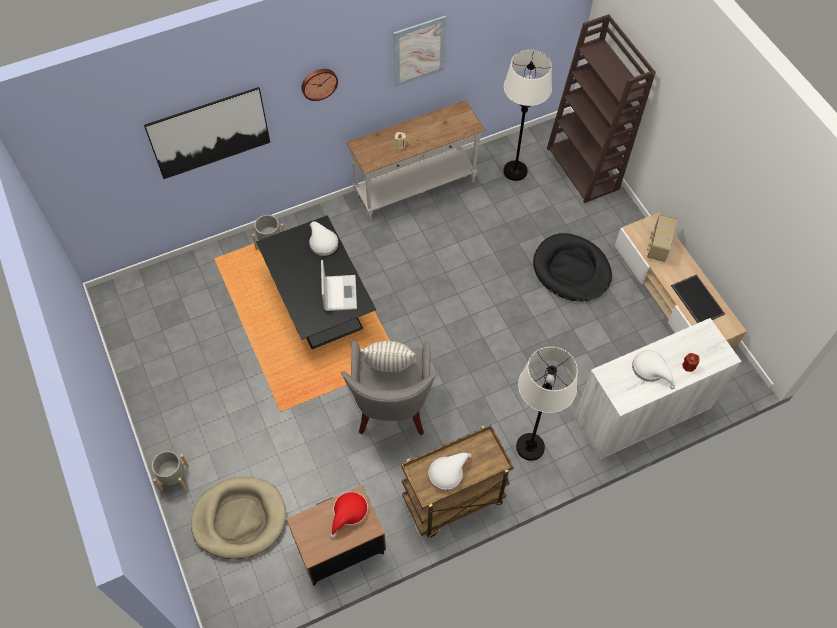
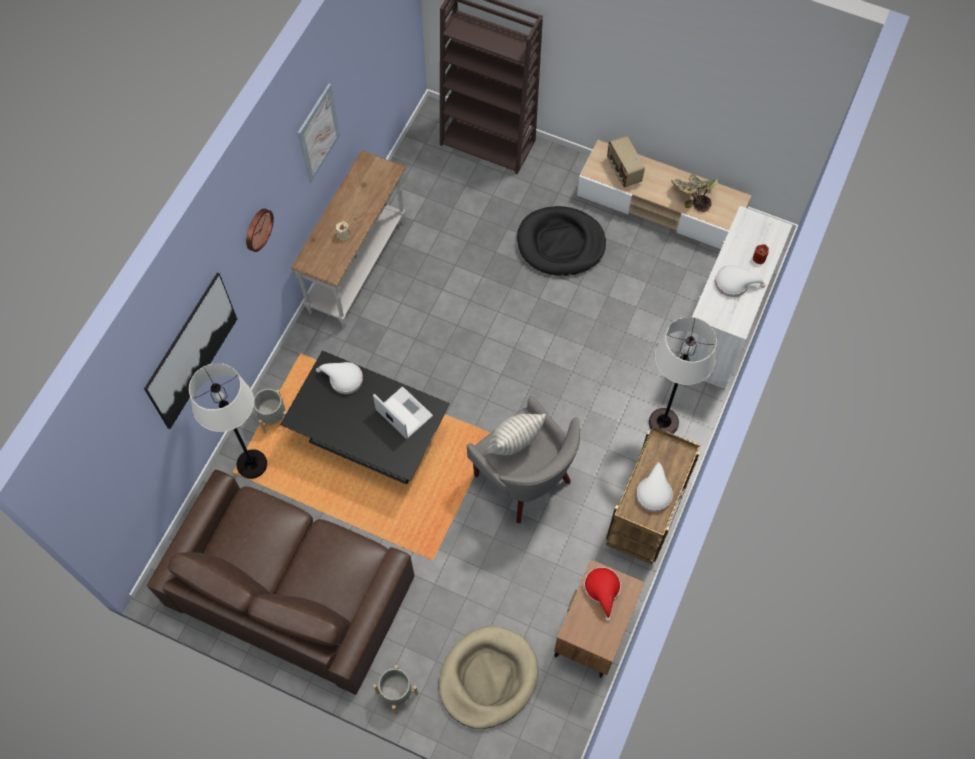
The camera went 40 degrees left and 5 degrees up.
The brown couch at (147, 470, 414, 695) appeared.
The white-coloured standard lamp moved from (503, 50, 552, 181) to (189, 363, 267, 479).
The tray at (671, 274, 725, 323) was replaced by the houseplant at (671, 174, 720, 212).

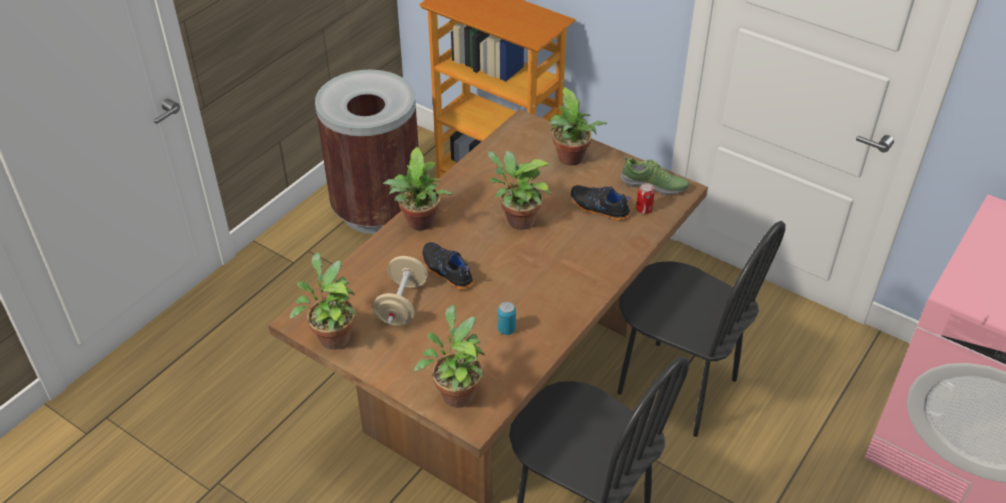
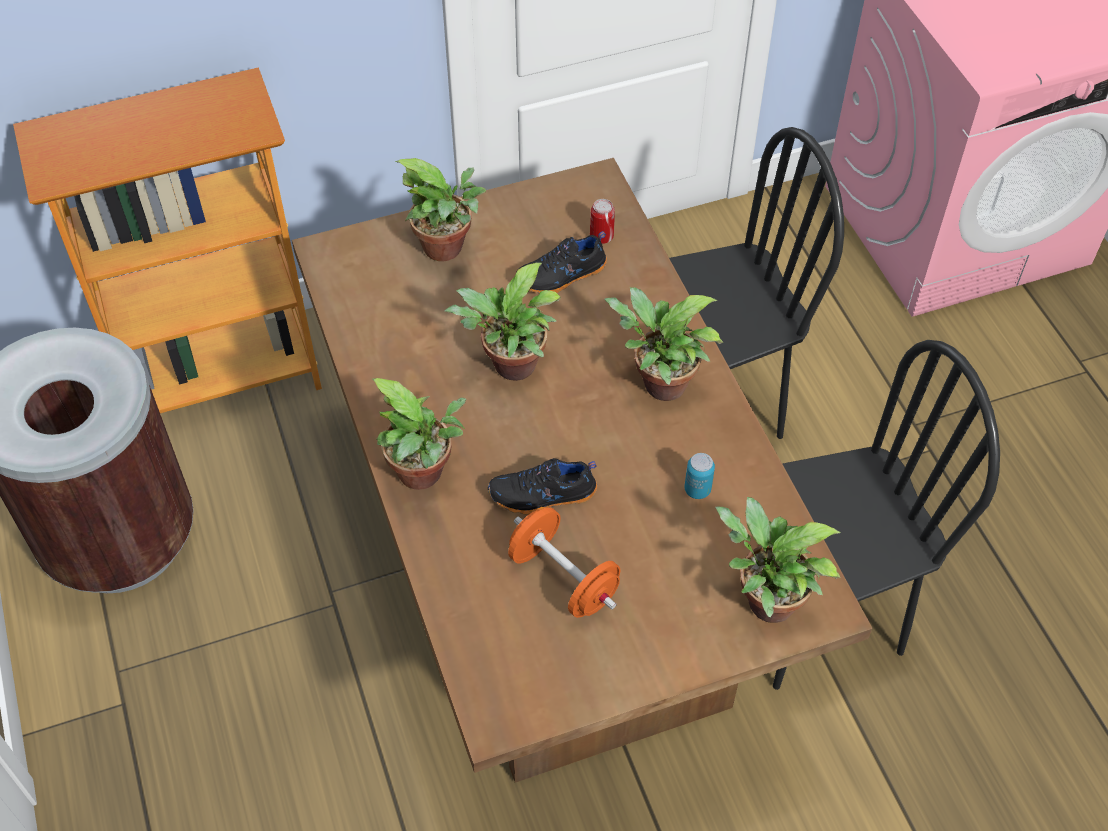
The camera went 55 degrees left and 10 degrees up.
The low shoe at (621, 157, 689, 195) disappeared.
The houseplant moved from (290, 253, 357, 350) to (604, 287, 723, 401).
The beige-coloured dumbbell at (373, 256, 428, 326) became the orange-coloured dumbbell at (508, 507, 620, 618).

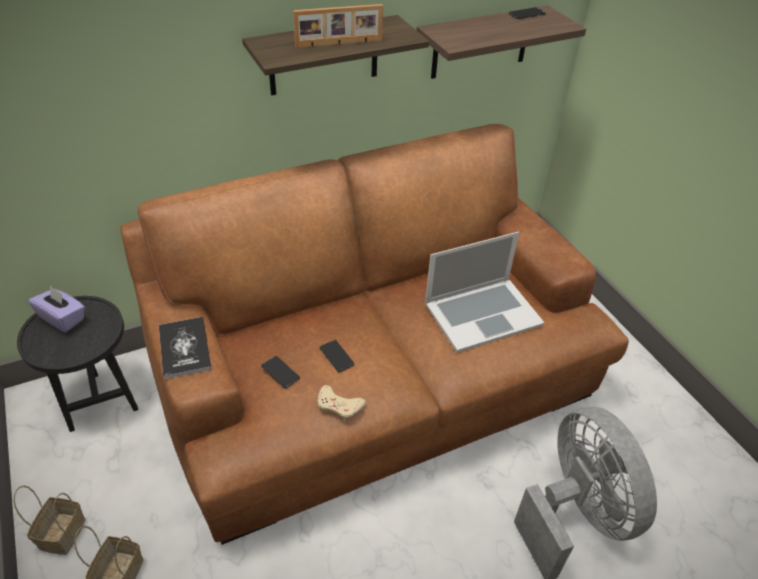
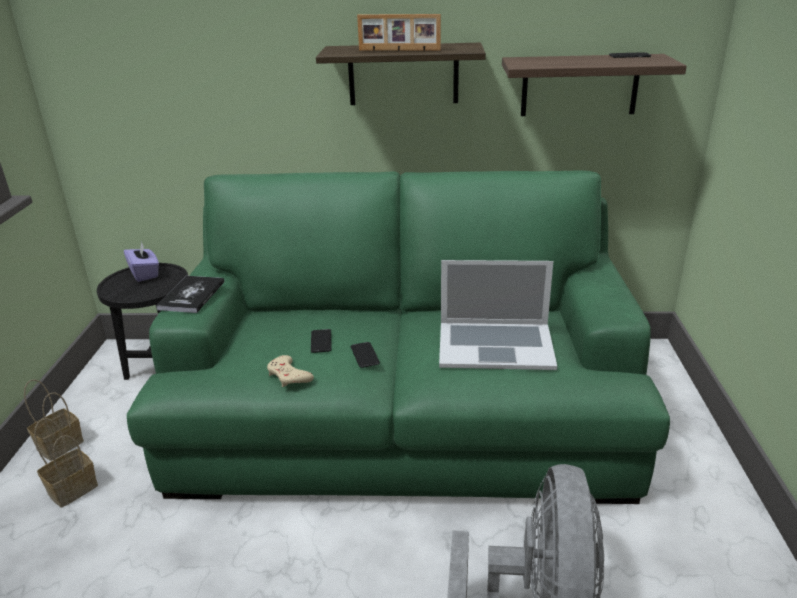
The camera went 30 degrees right and 15 degrees down.
The telephone moved from (261, 356, 300, 388) to (351, 342, 380, 368).
The brown couch at (120, 124, 629, 545) became the green couch at (127, 170, 670, 504).

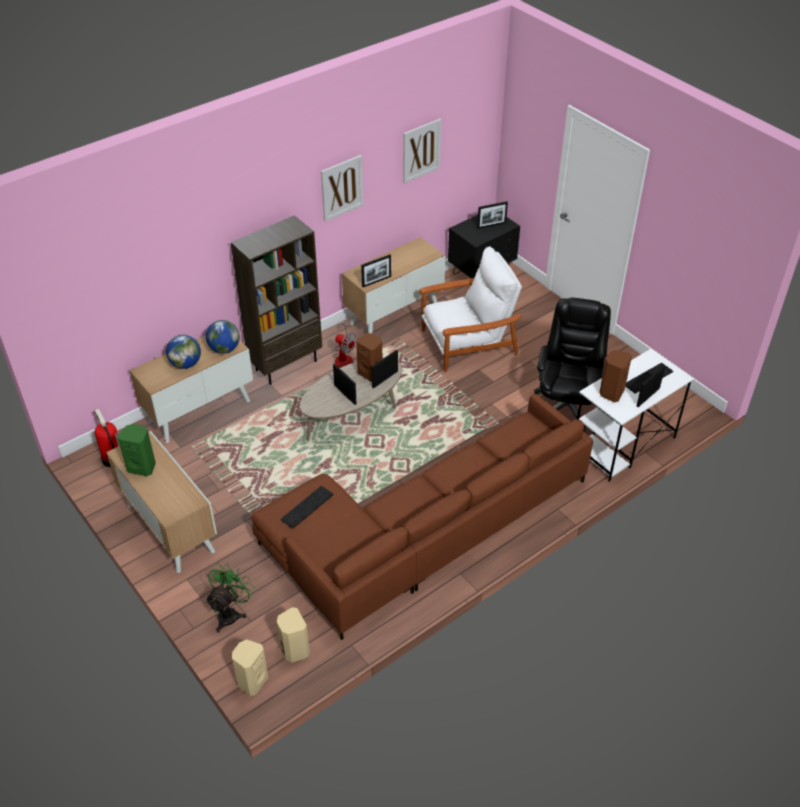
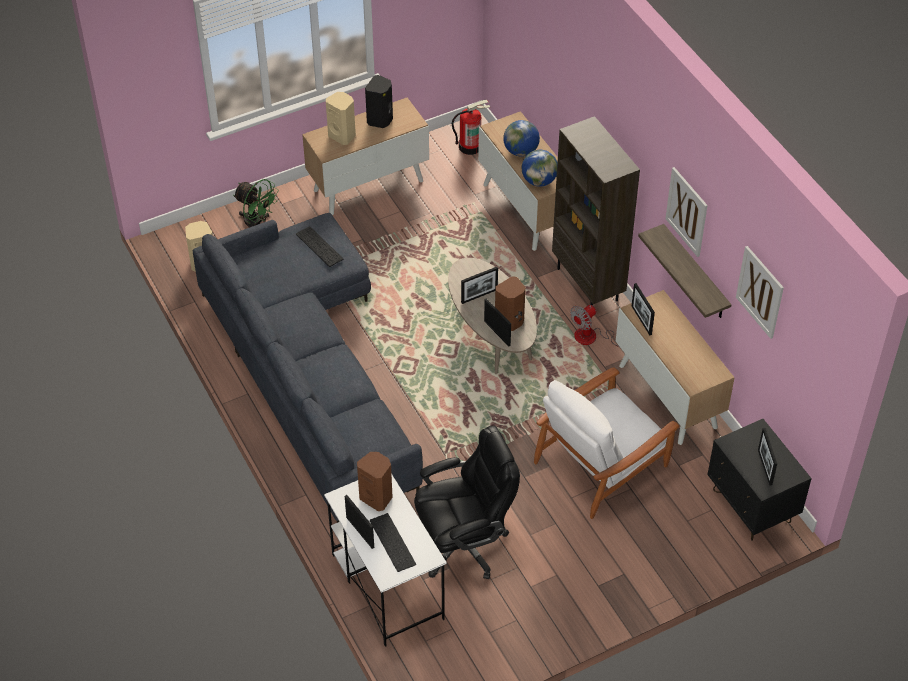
The camera went 100 degrees right and 5 degrees up.
The wall shelf at (638, 224, 732, 318) appeared.
The beige-coloured loudspeaker moved from (232, 640, 268, 696) to (326, 92, 356, 145).
The green loudspeaker at (117, 424, 156, 476) became the black-coloured loudspeaker at (365, 75, 393, 128).
The brown couch at (251, 394, 593, 640) became the grey couch at (193, 213, 423, 523).
The white-coloured armchair at (419, 246, 522, 372) turned 60 degrees clockwise.
The black-coloured desk chair at (534, 298, 611, 432) turned 45 degrees counterclockwise.

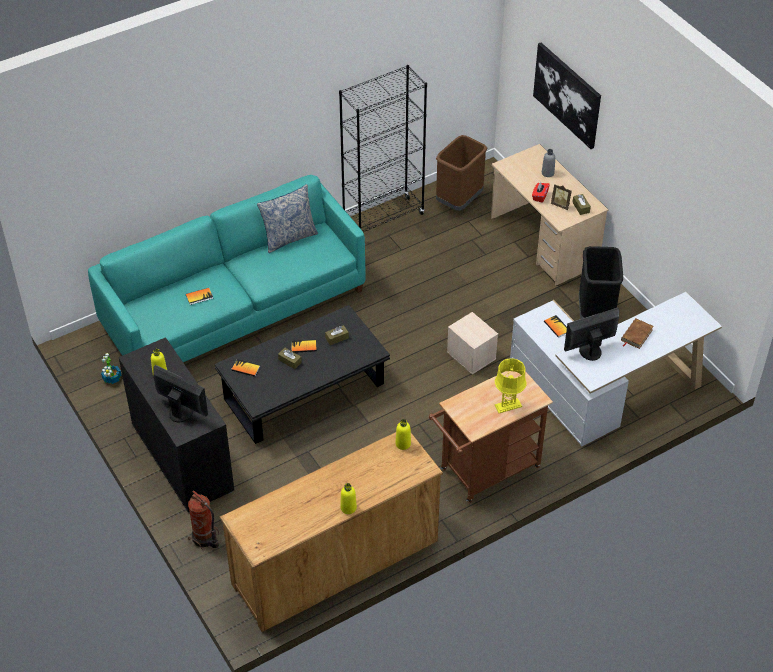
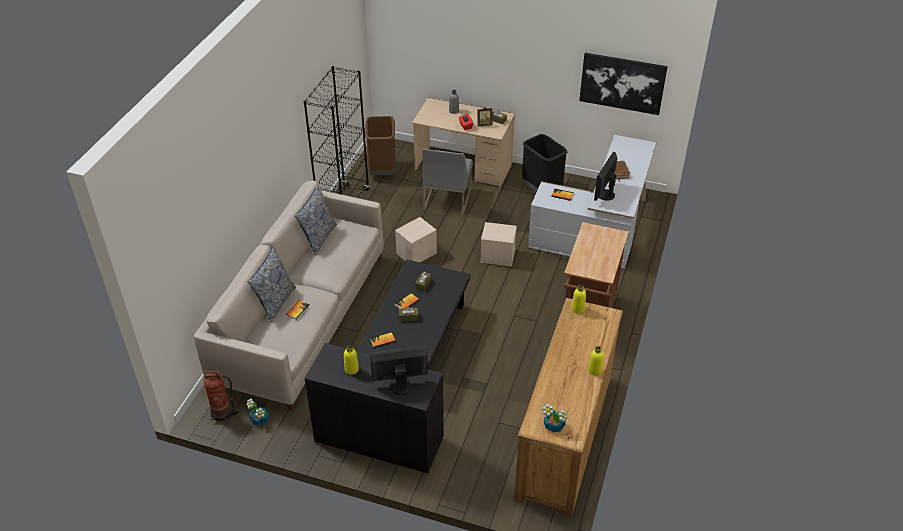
The camera went 40 degrees left and 5 degrees down.
The yellowish tabletop lamp at (495, 358, 527, 413) disappeared.
The cushion at (248, 247, 296, 322) appeared.
The beige-coloured storage box at (395, 217, 437, 263) appeared.
The grey chair at (423, 149, 473, 215) appeared.
The houseplant at (542, 404, 567, 433) appeared.
The fire extinguisher moved from (188, 491, 219, 549) to (204, 371, 238, 421).
The wall picture moved from (533, 43, 601, 149) to (579, 53, 668, 115).
The turquoise couch at (88, 175, 366, 362) became the beige-coloured couch at (194, 181, 384, 411).

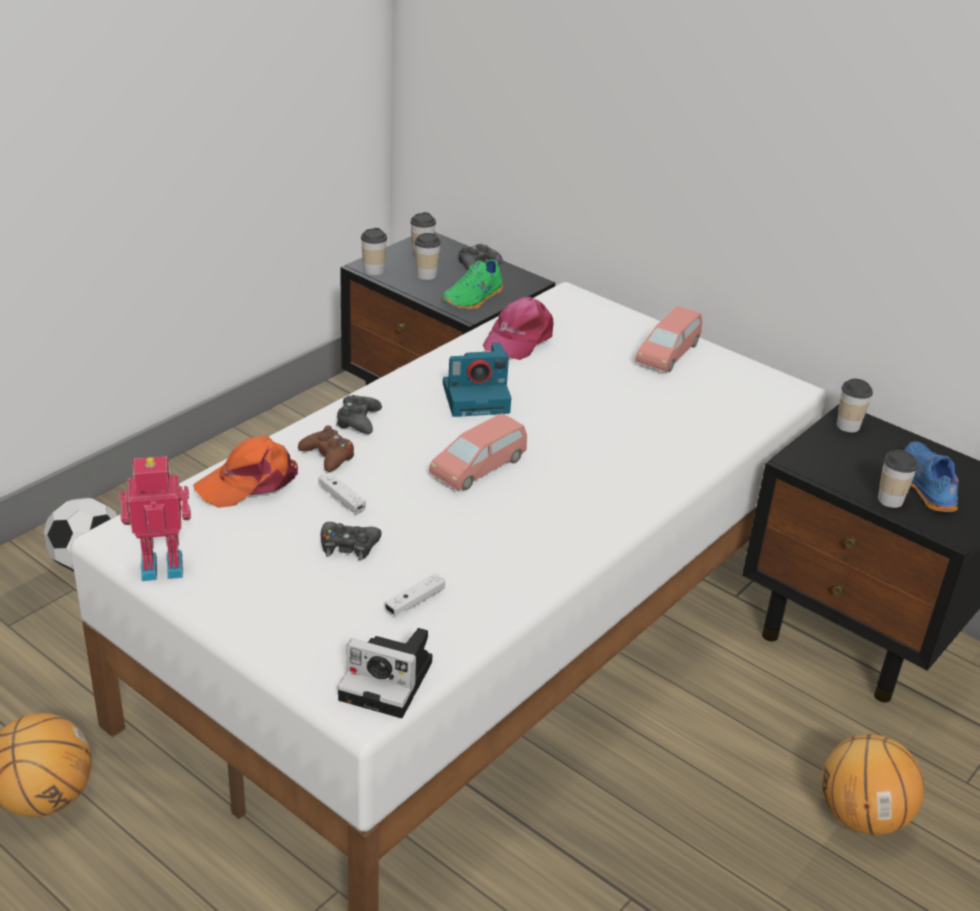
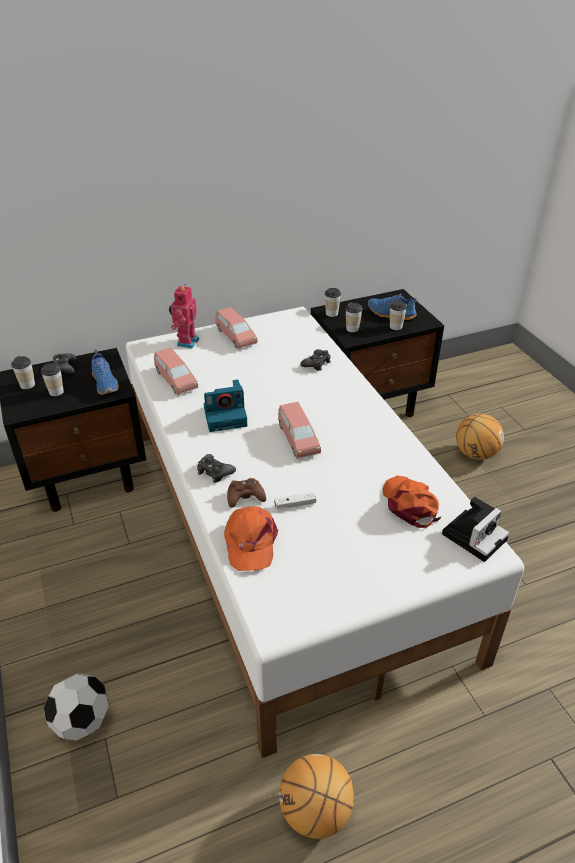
The camera went 60 degrees left and 5 degrees up.
The robot figure moved from (119, 456, 191, 581) to (169, 284, 199, 348).
The black-coloured joypad moved from (321, 522, 382, 560) to (300, 349, 331, 371).
The small cup moved from (361, 228, 387, 275) to (345, 302, 362, 333).
The white-coloured joypad at (385, 574, 445, 616) was replaced by the orange-coloured peaked cap at (382, 475, 442, 528).
The pink-coloured peaked cap at (483, 297, 553, 360) was replaced by the pink-coloured miniature car at (154, 347, 198, 395).
The green low shoe at (442, 255, 503, 310) became the blue low shoe at (91, 349, 119, 395).
The photo camera at (443, 343, 511, 417) turned 60 degrees clockwise.

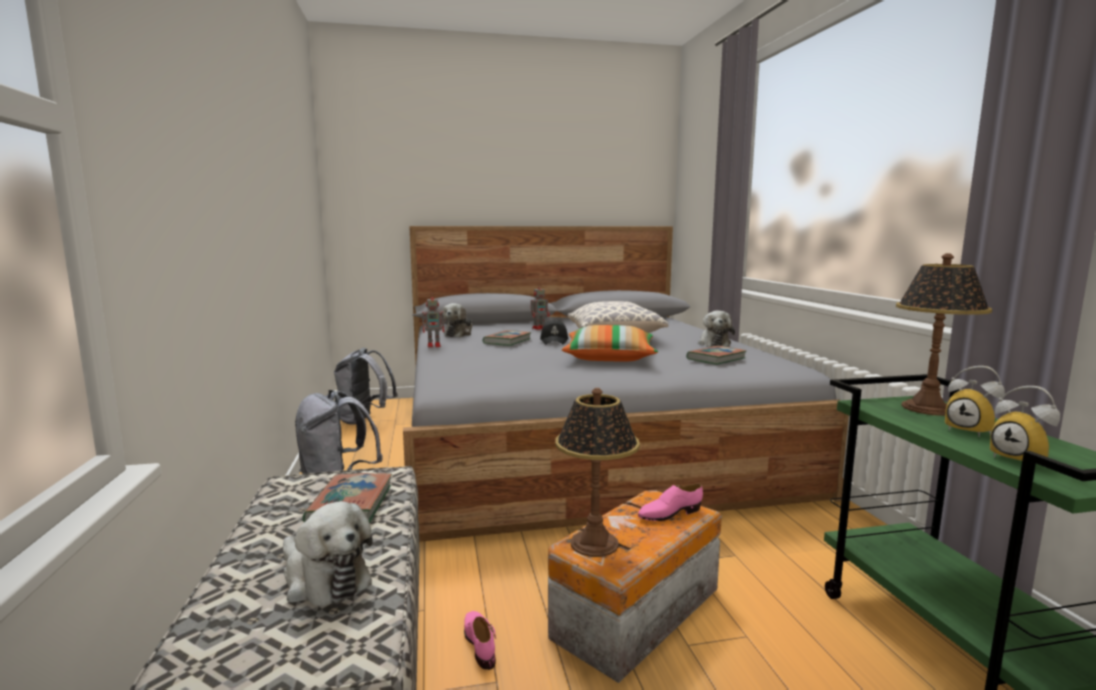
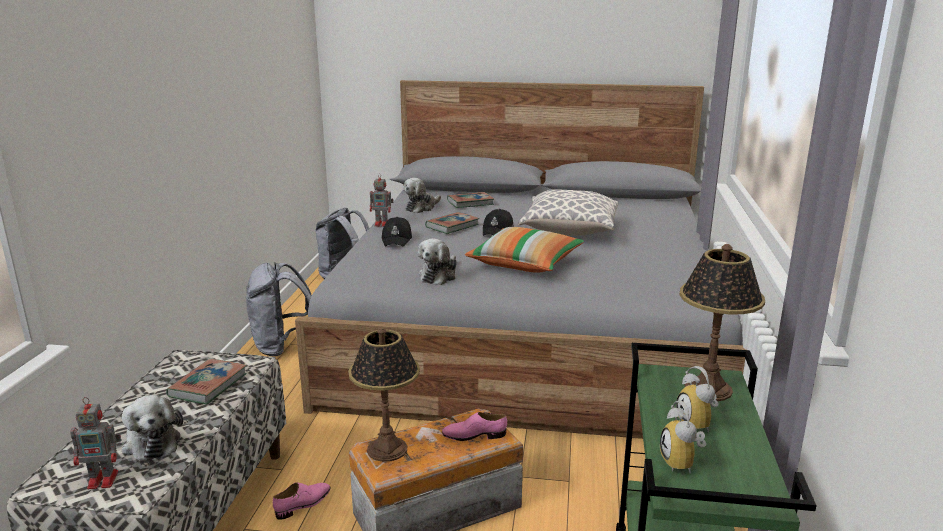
The camera went 20 degrees right and 10 degrees up.
The black-coloured peaked cap at (382, 217, 412, 247) appeared.
The robot figure moved from (531, 284, 550, 330) to (70, 397, 121, 489).
The bound book moved from (686, 346, 746, 365) to (447, 192, 494, 208).
The plush toy moved from (698, 311, 735, 347) to (418, 238, 457, 285).
The pink-coloured low shoe at (464, 611, 496, 670) turned 45 degrees clockwise.

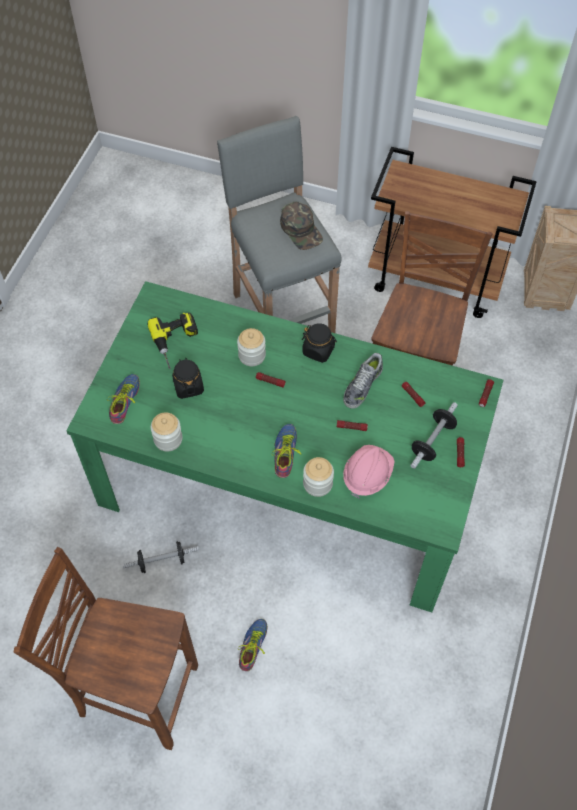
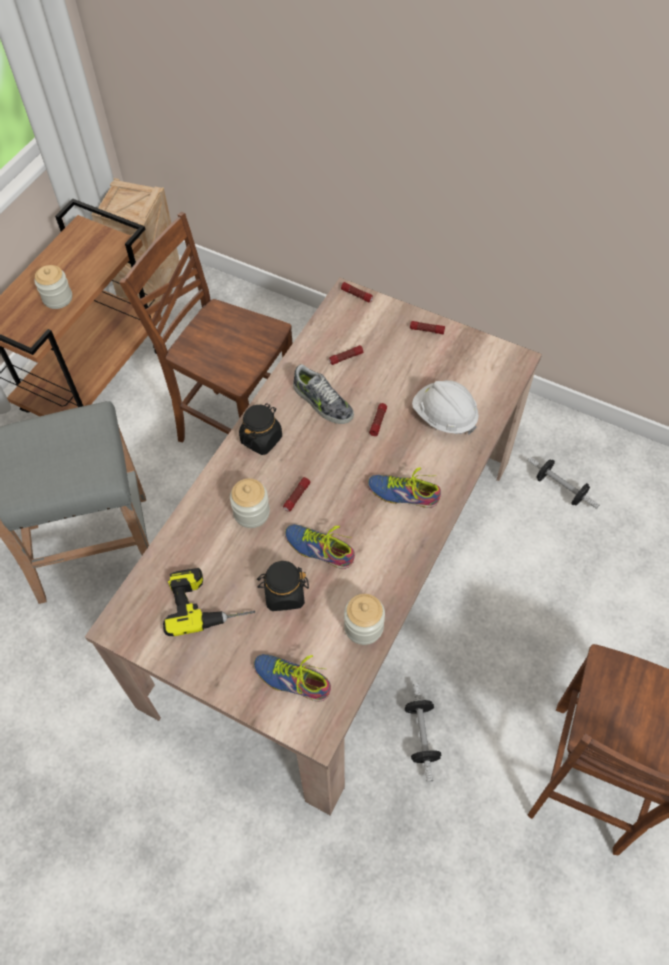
The camera went 80 degrees left and 0 degrees up.
The green peaked cap at (280, 202, 323, 250) disappeared.
The low shoe moved from (238, 619, 267, 671) to (285, 524, 355, 569).
The preserve jar moved from (303, 457, 334, 497) to (34, 265, 72, 309).
The dumbbell moved from (410, 402, 458, 469) to (527, 457, 600, 509).
The green dinner table at (66, 281, 504, 612) became the beige-coloured dinner table at (85, 278, 542, 816).
The pink-coloured safety helmet at (343, 445, 395, 499) became the white-coloured safety helmet at (412, 380, 479, 435).

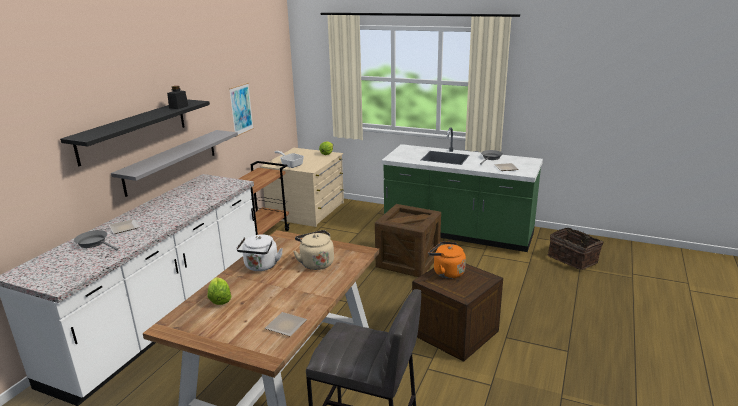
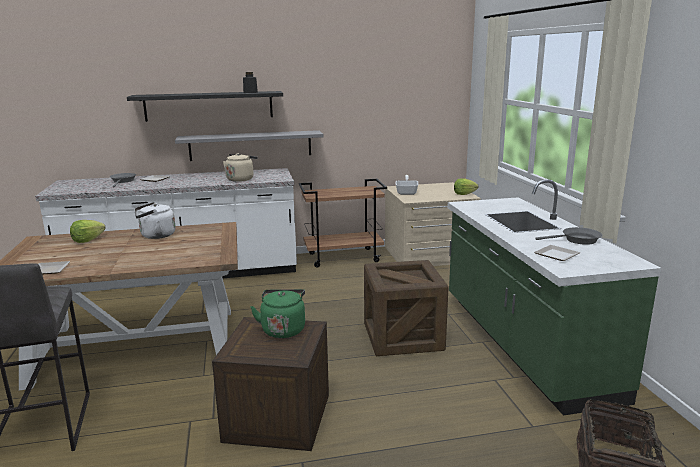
The camera went 55 degrees right and 5 degrees down.
The wall picture at (229, 83, 254, 137) disappeared.
The beige-coloured water kettle moved from (293, 230, 334, 270) to (223, 153, 258, 182).
The orange-coloured water kettle at (428, 241, 466, 279) became the green water kettle at (250, 289, 305, 338).

